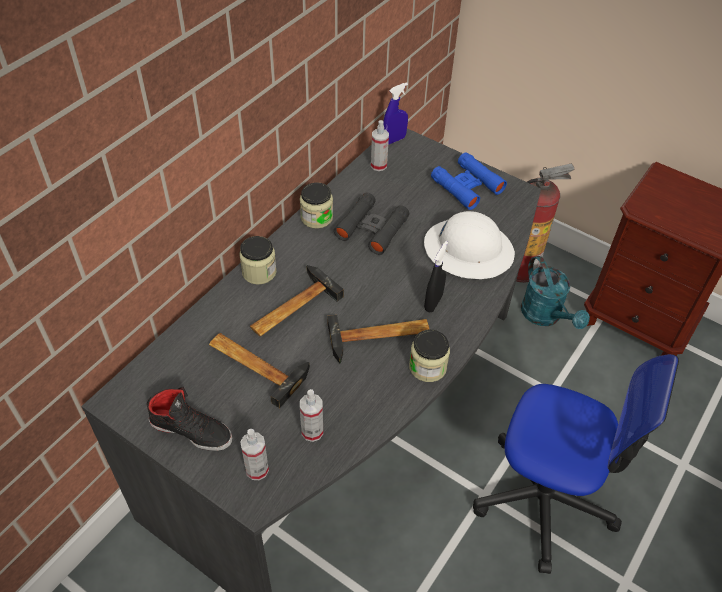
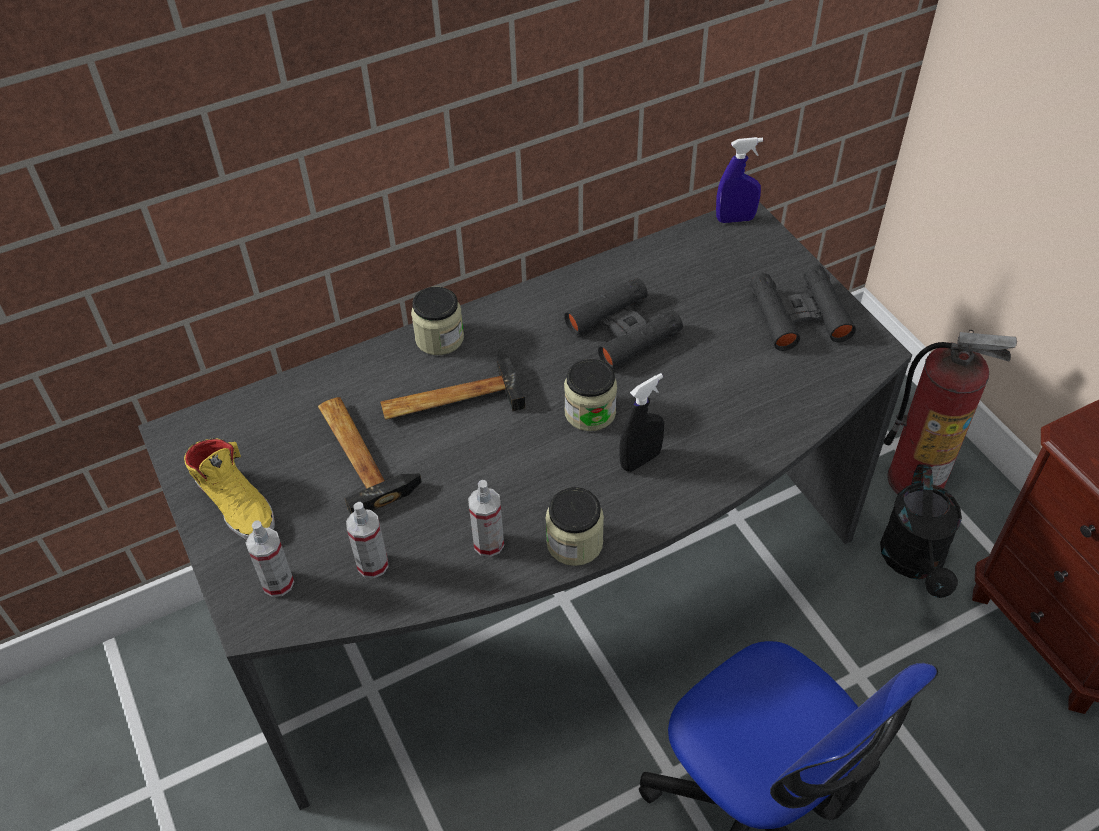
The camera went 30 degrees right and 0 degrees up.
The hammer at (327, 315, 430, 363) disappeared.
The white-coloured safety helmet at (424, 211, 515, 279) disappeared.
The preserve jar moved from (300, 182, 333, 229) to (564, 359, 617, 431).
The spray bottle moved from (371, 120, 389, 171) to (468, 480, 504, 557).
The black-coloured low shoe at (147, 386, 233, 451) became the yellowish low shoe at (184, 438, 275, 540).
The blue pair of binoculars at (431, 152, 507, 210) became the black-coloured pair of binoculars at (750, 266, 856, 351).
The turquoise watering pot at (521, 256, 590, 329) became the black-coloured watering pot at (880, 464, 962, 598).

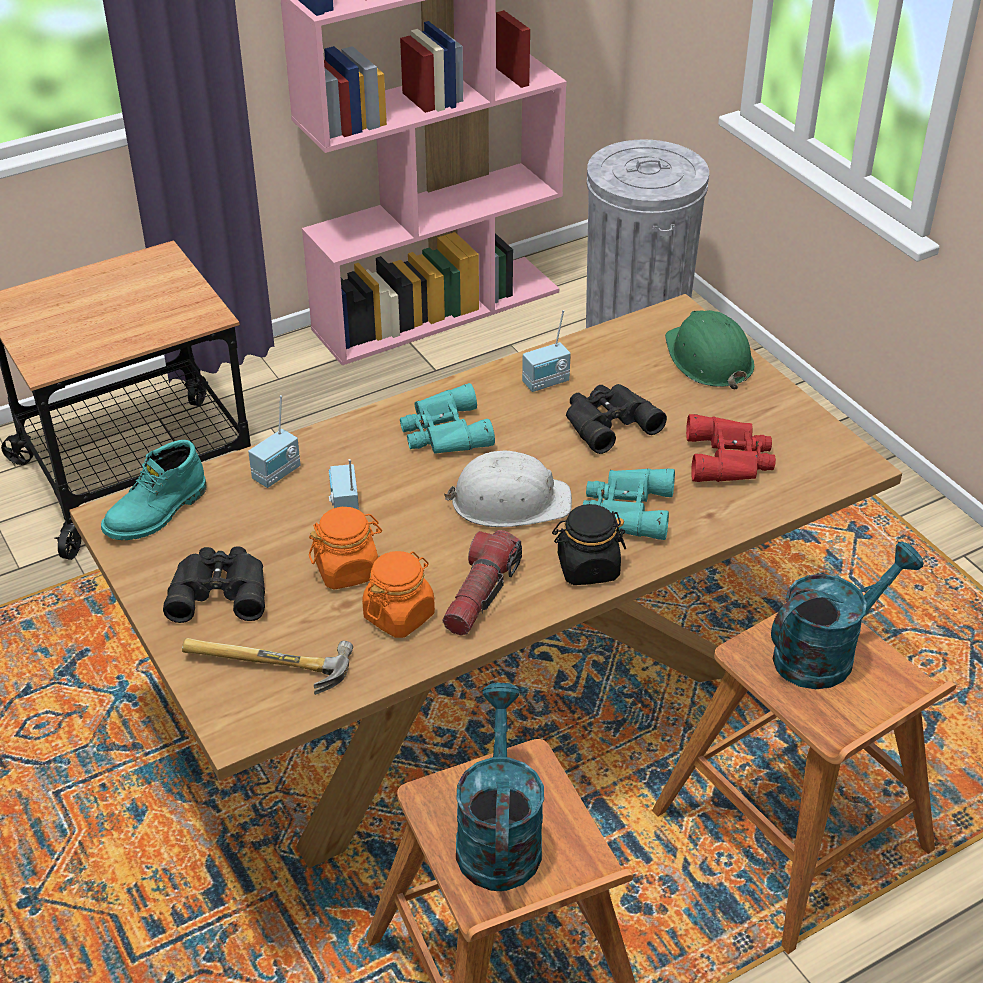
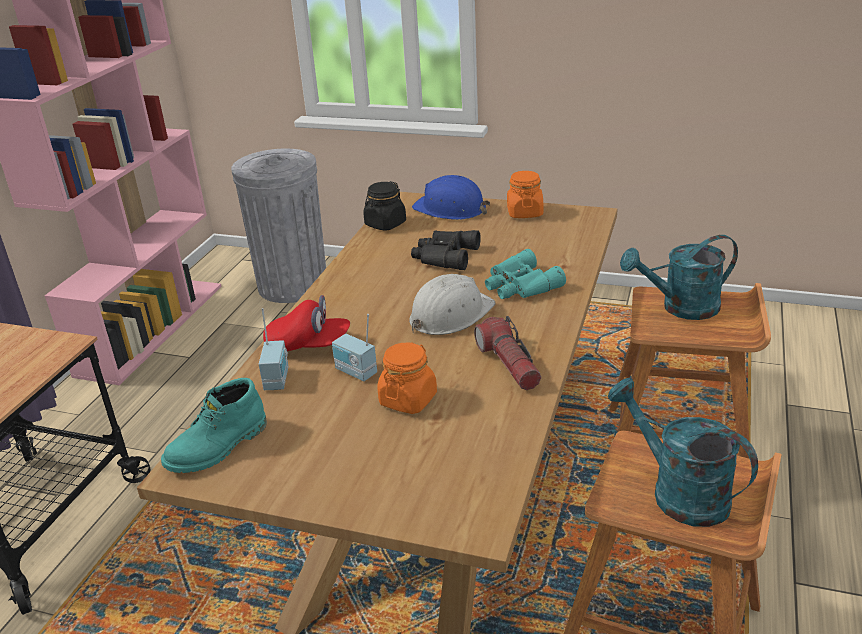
The camera went 40 degrees left and 10 degrees down.
The black-coloured pair of binoculars at (163, 546, 265, 623) disappeared.
The hammer at (182, 638, 353, 695) disappeared.
The turquoise pair of binoculars at (400, 383, 495, 454) disappeared.
The radio receiver at (522, 310, 571, 392) disappeared.
The reddish pair of binoculars at (686, 414, 776, 482) disappeared.
The reddish peaked cap at (263, 295, 350, 351) appeared.
The orange-coloured preserve jar moved from (362, 551, 435, 638) to (507, 171, 543, 218).
The black-coloured preserve jar moved from (552, 504, 626, 585) to (363, 181, 406, 231).
The green safety helmet at (665, 310, 754, 390) became the blue safety helmet at (412, 175, 490, 220).
The turquoise high-top boot at (101, 440, 207, 540) turned 45 degrees clockwise.
The turquoise watering pot at (771, 541, 923, 689) turned 120 degrees counterclockwise.

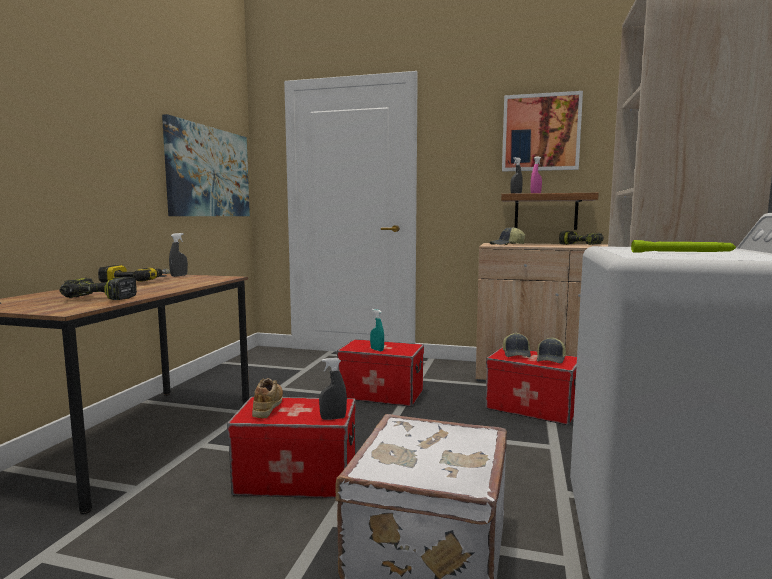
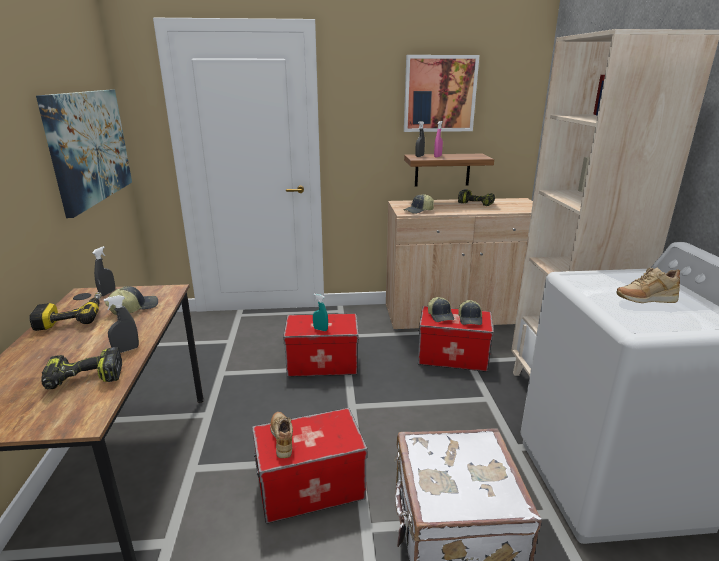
The camera went 20 degrees left and 15 degrees up.
The peaked cap at (105, 286, 158, 315) appeared.
The grey spray bottle moved from (319, 358, 347, 420) to (104, 295, 139, 353).
The green flashlight at (631, 240, 736, 253) was replaced by the beige-coloured low shoe at (616, 267, 680, 303).

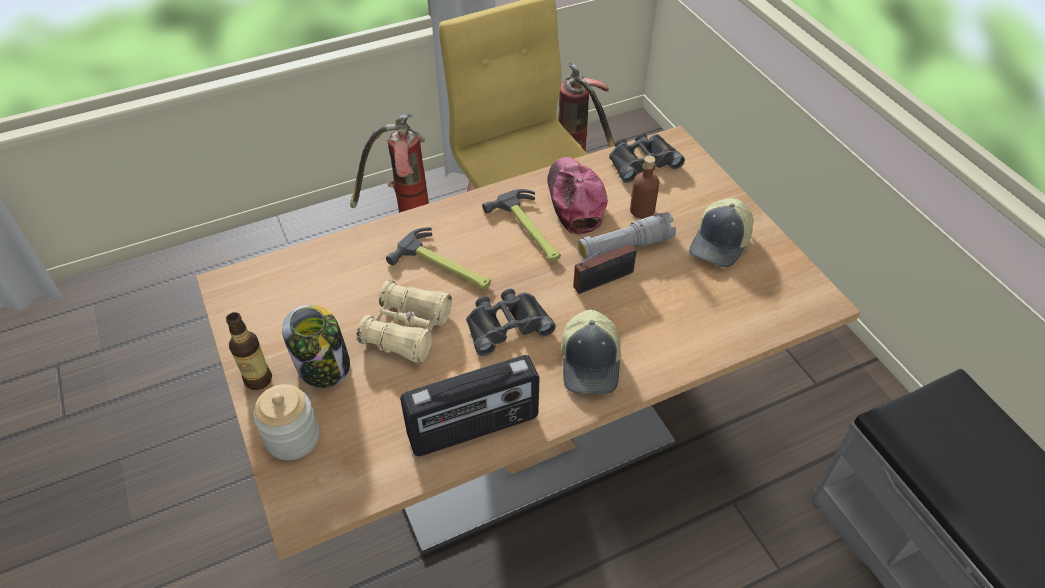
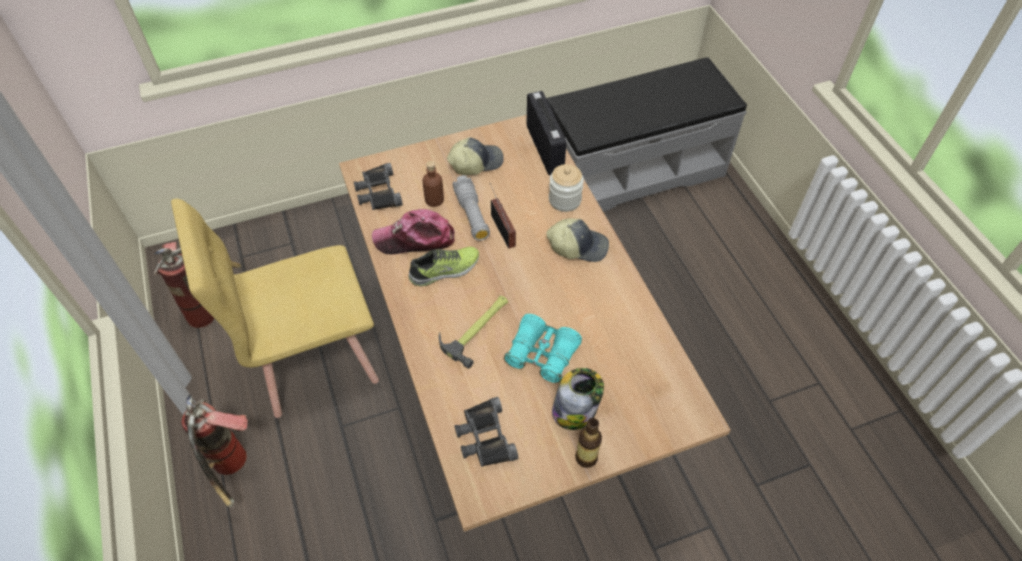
The camera went 85 degrees left and 5 degrees up.
The preserve jar moved from (253, 384, 319, 460) to (549, 164, 584, 212).
The radio receiver moved from (400, 355, 540, 456) to (527, 91, 566, 175).
The black-coloured pair of binoculars moved from (466, 289, 556, 356) to (455, 397, 518, 467).
The hammer at (482, 189, 561, 262) was replaced by the low shoe at (408, 247, 479, 286).
The beige-coloured pair of binoculars at (357, 280, 452, 363) became the turquoise pair of binoculars at (504, 314, 582, 383).
The peaked cap at (689, 198, 753, 268) turned 60 degrees counterclockwise.

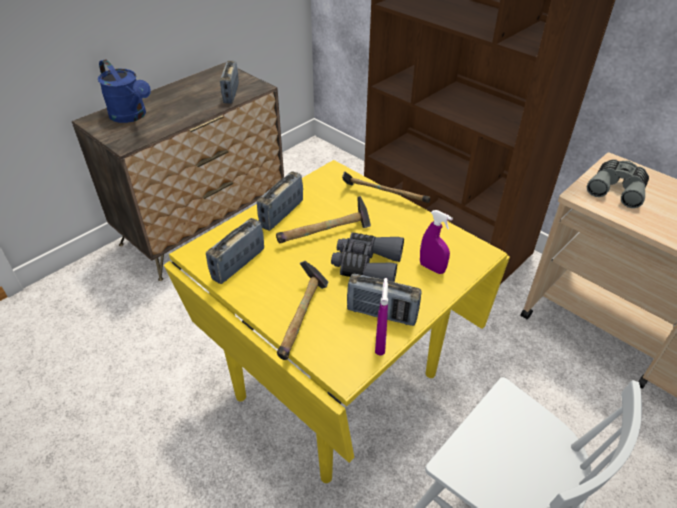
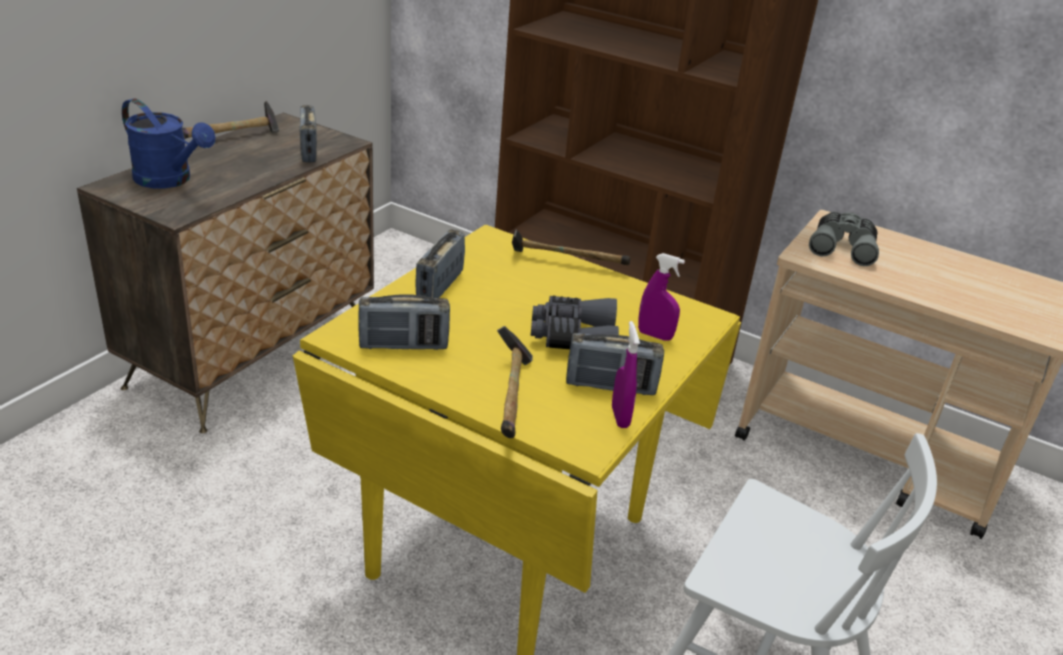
The camera went 15 degrees left and 10 degrees down.
The hammer moved from (276, 196, 371, 243) to (182, 101, 279, 139).
The radio receiver at (206, 218, 264, 284) turned 120 degrees counterclockwise.

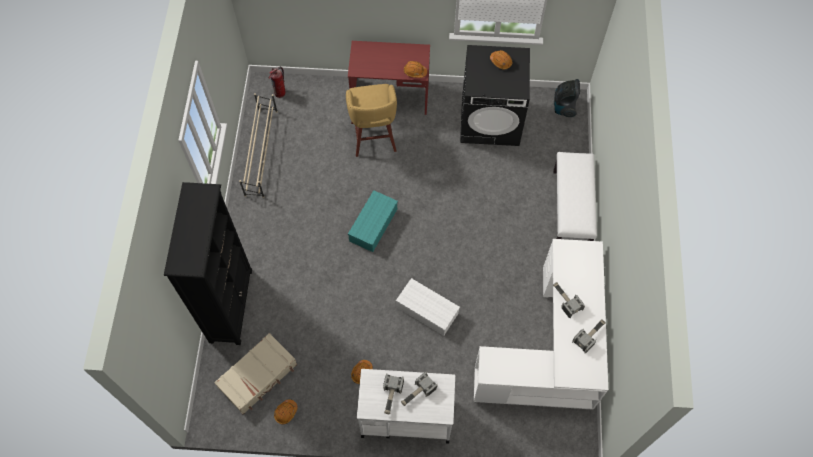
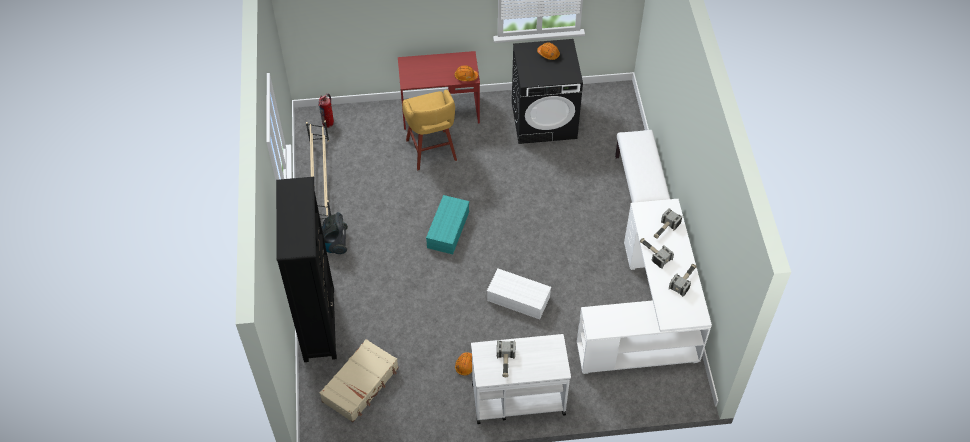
The camera went 10 degrees left and 10 degrees down.
The orange-coloured safety helmet at (274, 399, 298, 424) disappeared.
The hammer moved from (401, 372, 438, 406) to (654, 208, 683, 239).
The vacuum moved from (554, 79, 580, 117) to (322, 212, 348, 254).

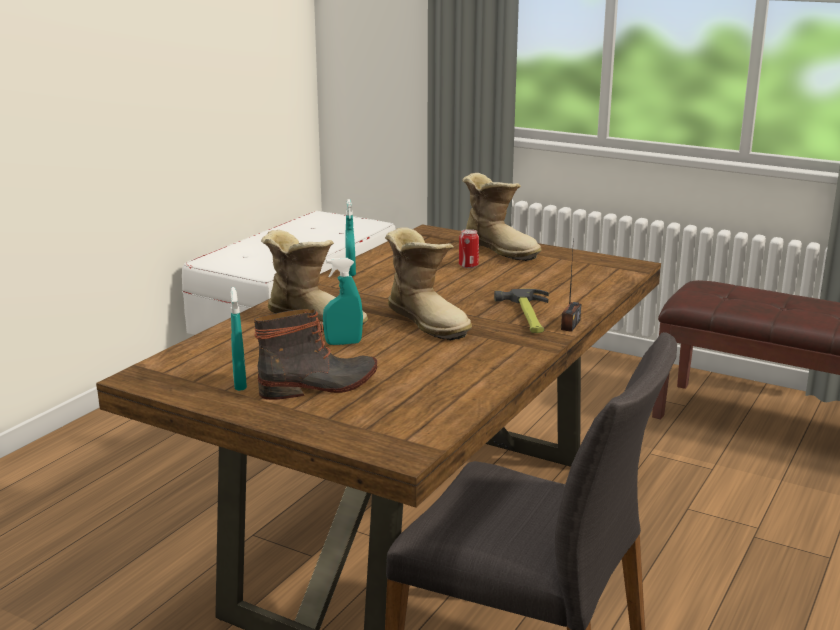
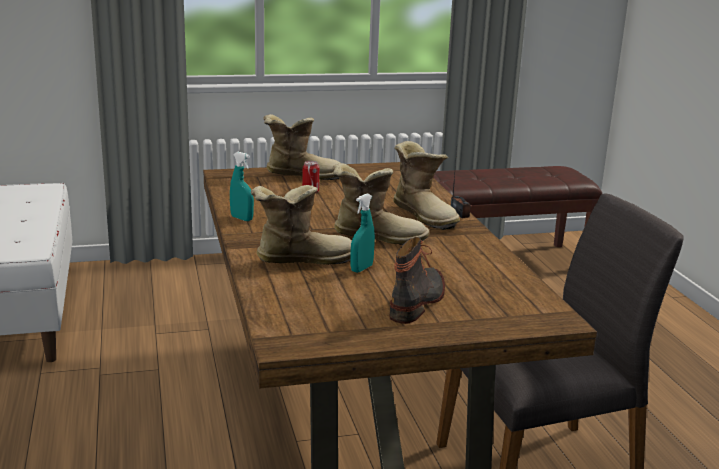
The camera went 45 degrees left and 0 degrees up.
The turquoise spray bottle at (231, 287, 247, 391) disappeared.
The hammer at (494, 289, 549, 333) was replaced by the high-top boot at (393, 141, 460, 230).

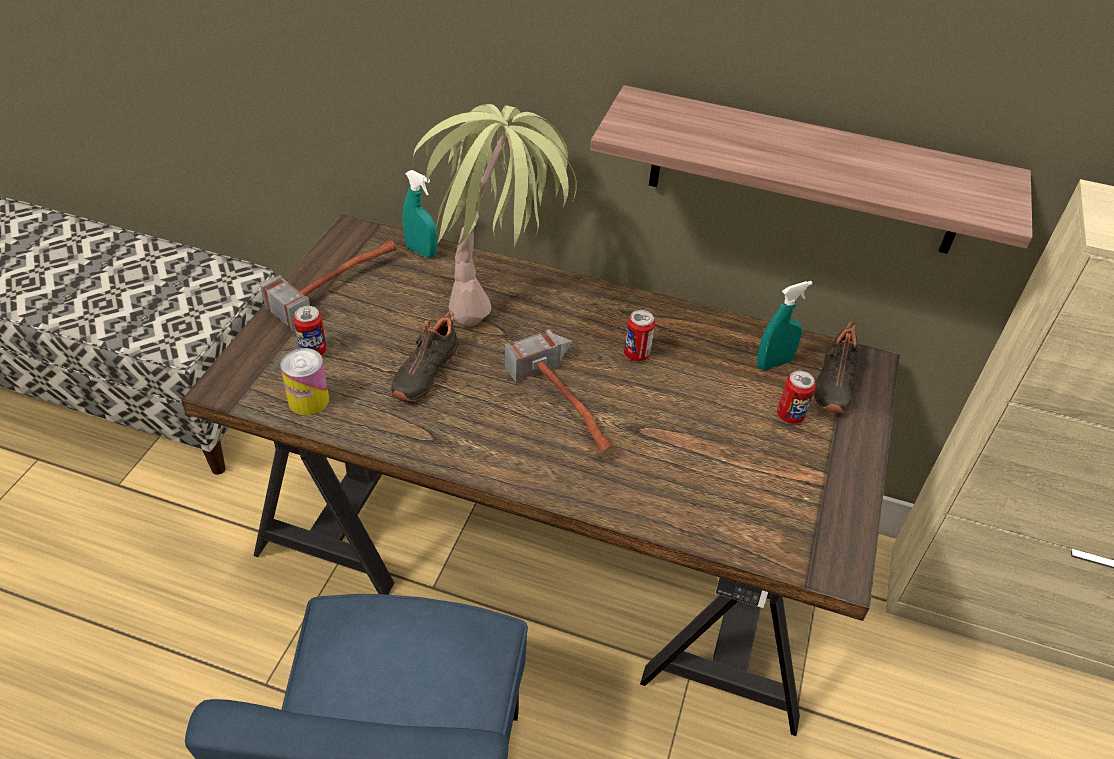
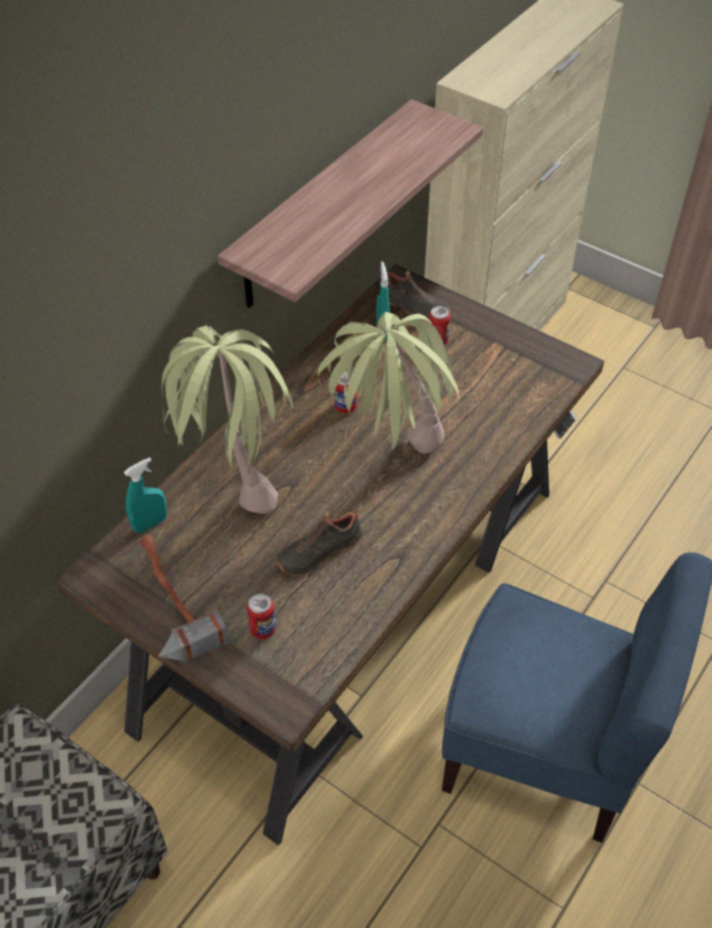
The camera went 70 degrees left and 5 degrees up.
The metal can at (280, 348, 329, 415) disappeared.
The hammer at (505, 329, 616, 457) was replaced by the houseplant at (318, 312, 459, 453).
The black-coloured low shoe at (391, 311, 459, 401) turned 105 degrees clockwise.

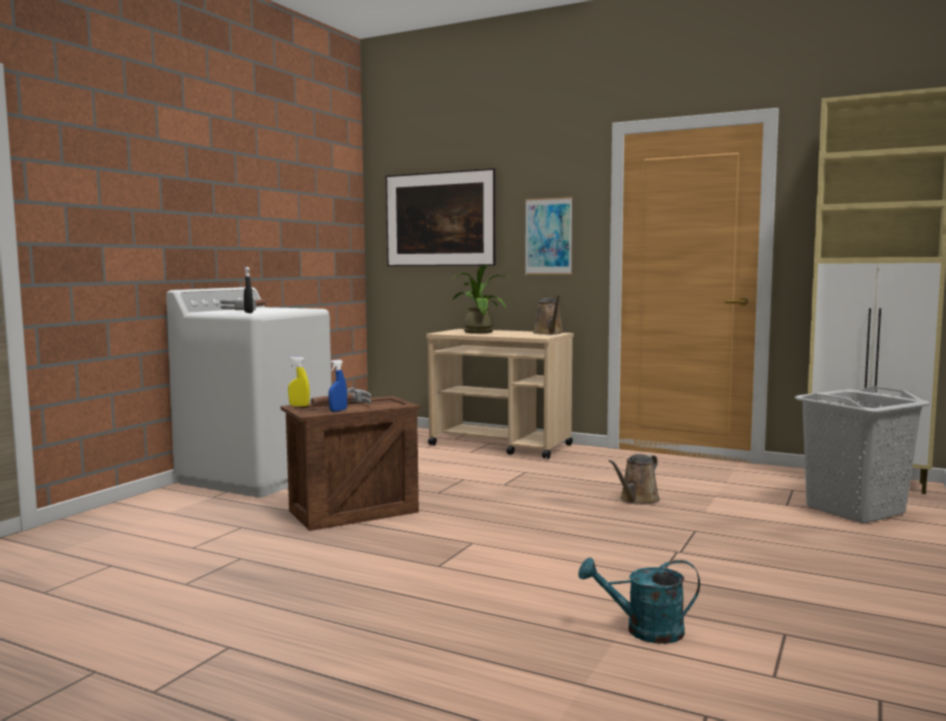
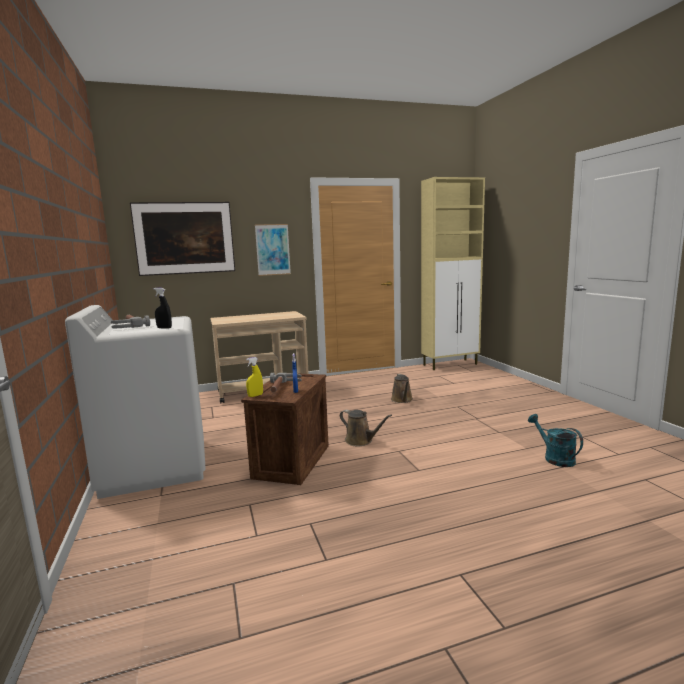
The camera went 45 degrees left and 5 degrees up.
The houseplant at (450, 264, 509, 334) disappeared.
The grey washing basket at (794, 386, 930, 523) disappeared.
The brown watering pot moved from (533, 295, 564, 335) to (340, 410, 392, 446).
The turquoise watering pot at (578, 557, 700, 644) turned 105 degrees clockwise.

